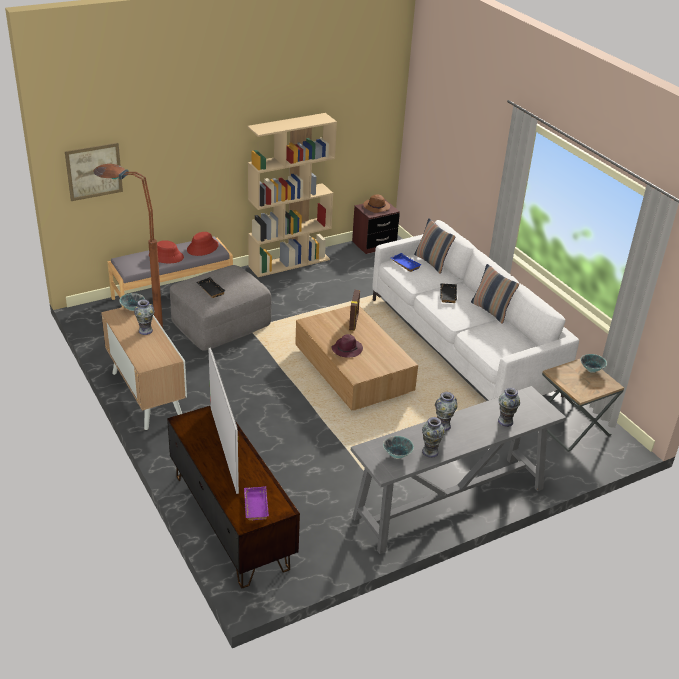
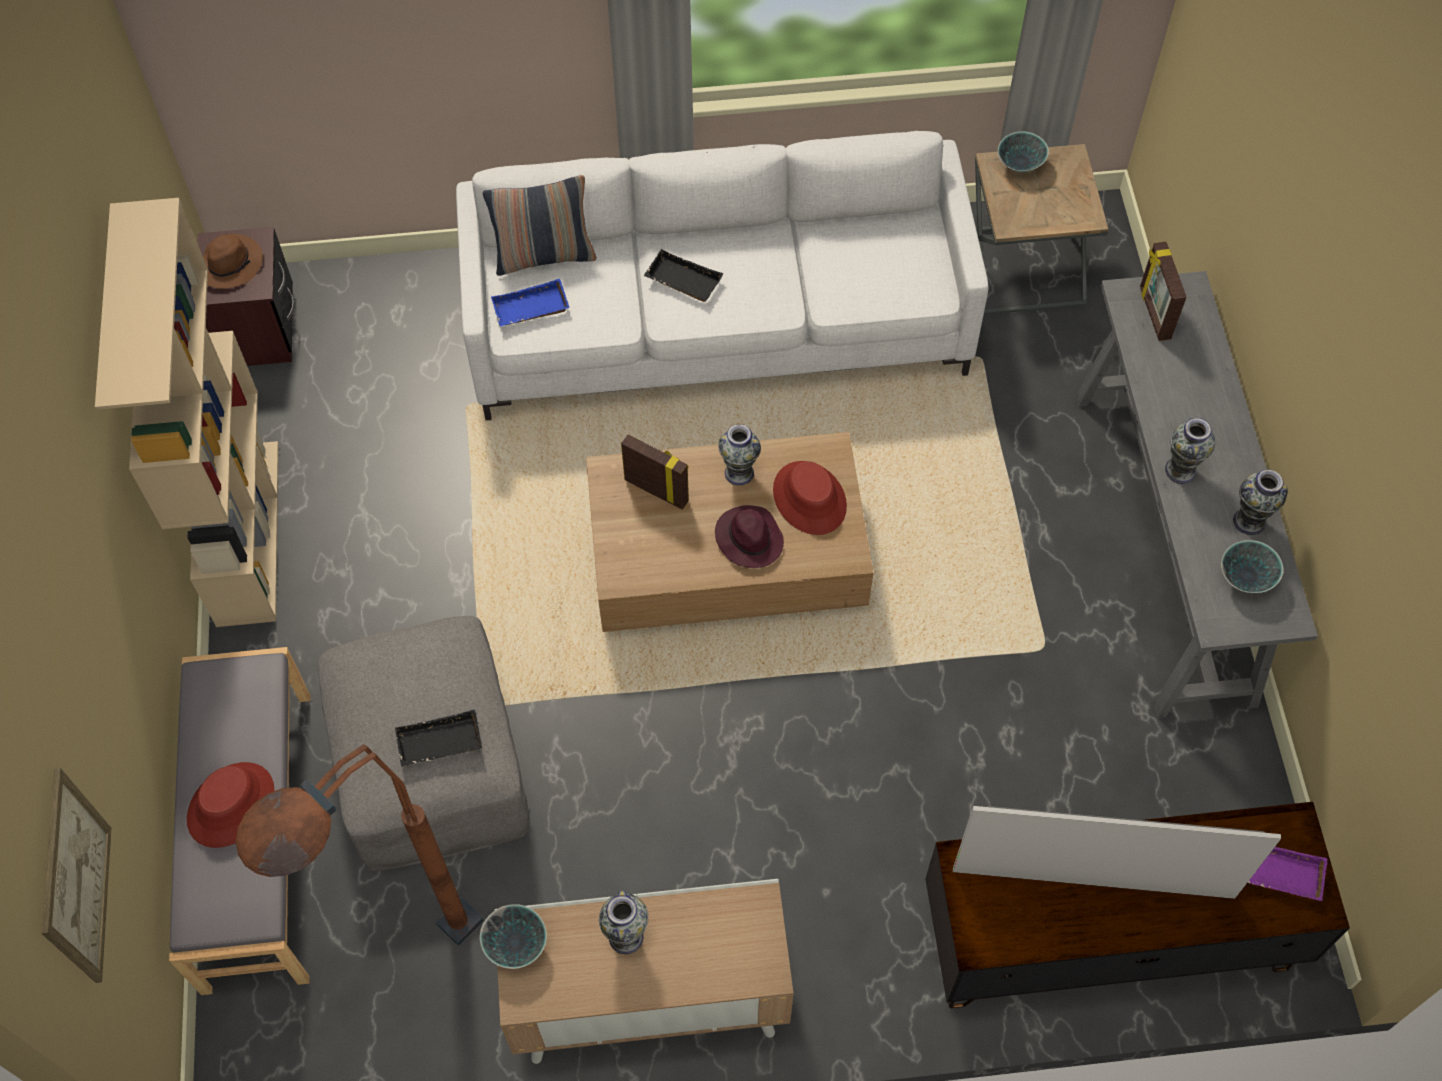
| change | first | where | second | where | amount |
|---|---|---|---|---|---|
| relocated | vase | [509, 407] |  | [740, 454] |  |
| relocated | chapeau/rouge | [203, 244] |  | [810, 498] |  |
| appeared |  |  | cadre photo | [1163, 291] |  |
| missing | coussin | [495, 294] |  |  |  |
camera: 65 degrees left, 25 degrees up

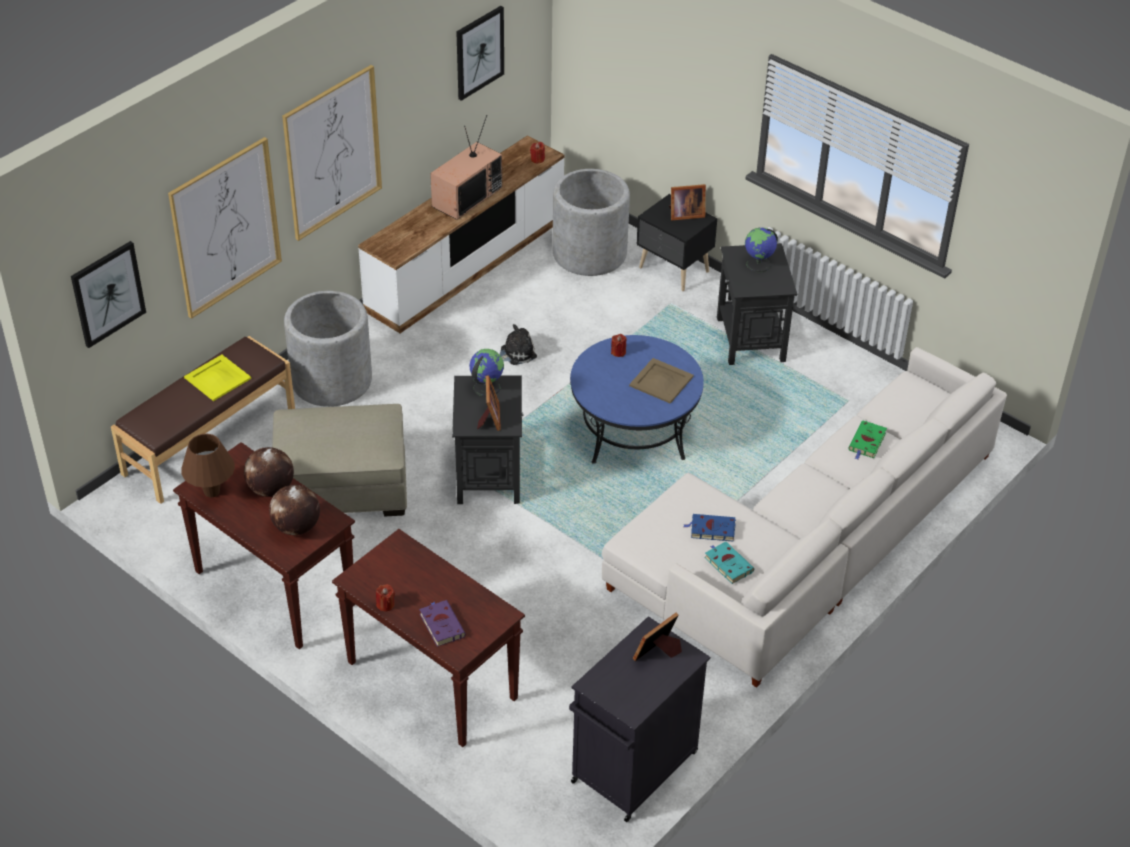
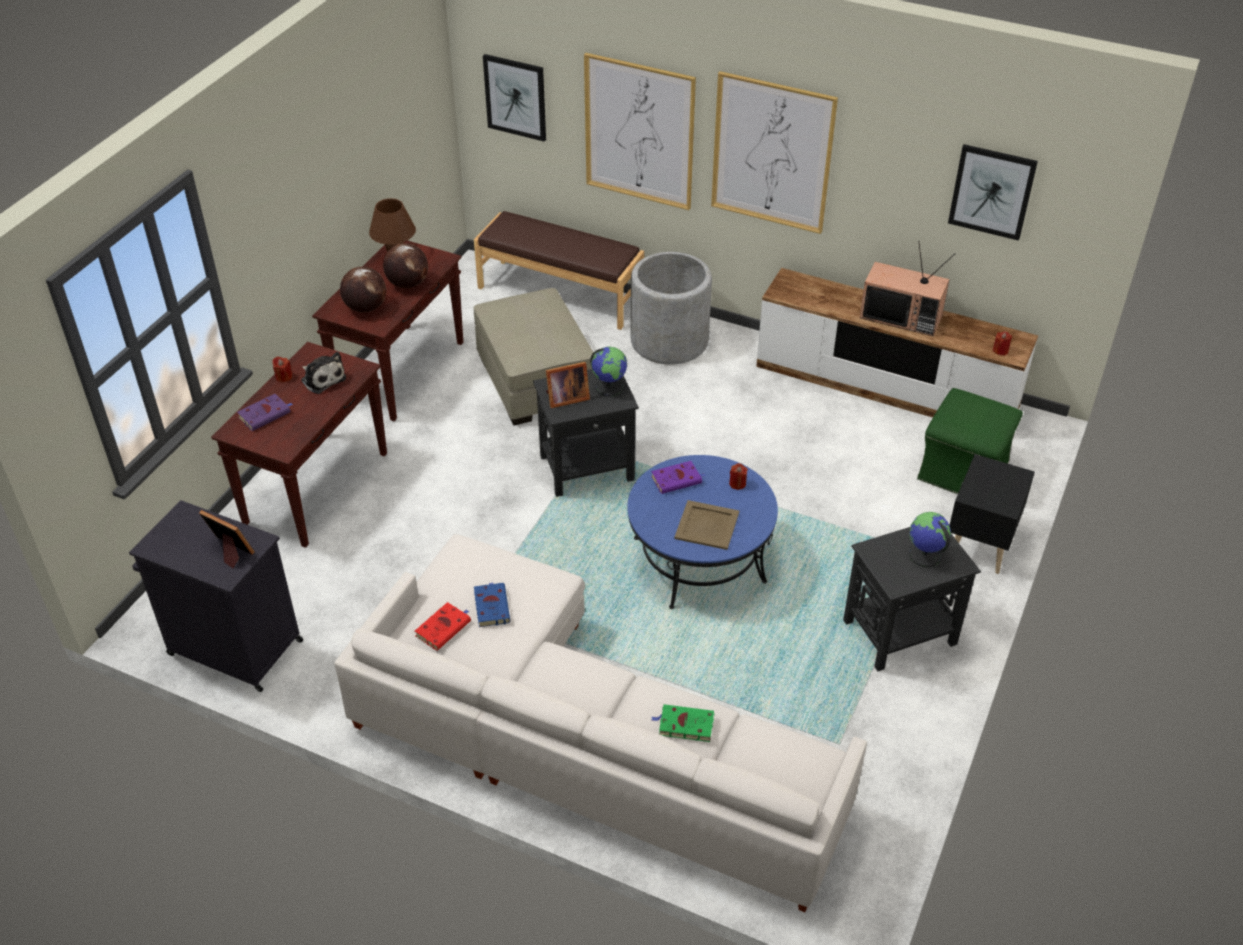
| change | first | where | second | where | amount |
|---|---|---|---|---|---|
| relocated | peluche | [518, 344] |  | [323, 373] |  |
| colour | livre/turquoise | [729, 563] | livre/rouge | [443, 626] |  |
| appeared |  |  | livre/violet | [678, 477] |  |
| exchanged | cache-pot/gris | [591, 222] | pouf/vert | [970, 441] |  |
| missing | plateau/jaune | [217, 378] |  |  |  |
| missing | cadre photo | [687, 202] |  |  |  |
camera: 75 degrees right, 0 degrees up

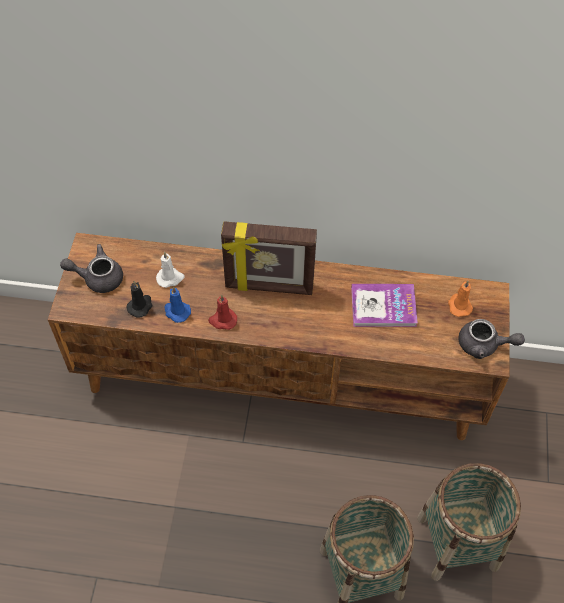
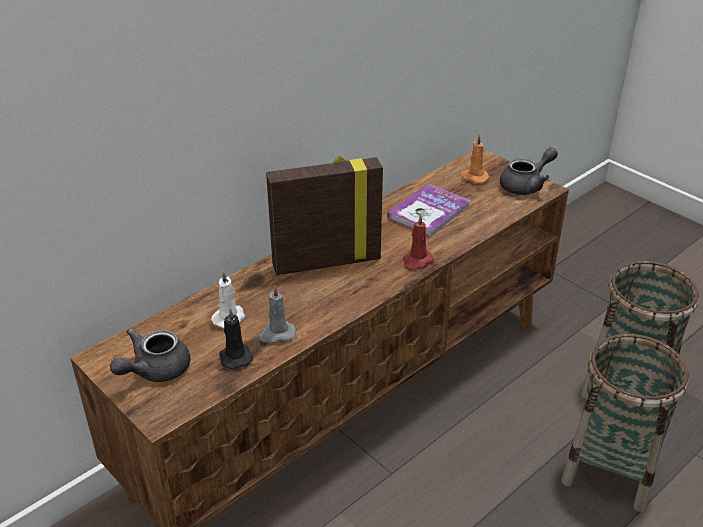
| change | first | where | second | where | amount |
|---|---|---|---|---|---|
| colour | bougie/bleu | [177, 304] | bougie/gris | [277, 314] |  |
| spun | cadre photo | [269, 258] |  | [324, 215] | 150 degrees counterclockwise |
| relocated | bougie/rouge | [222, 312] |  | [418, 242] |  |
camera: 50 degrees left, 20 degrees down

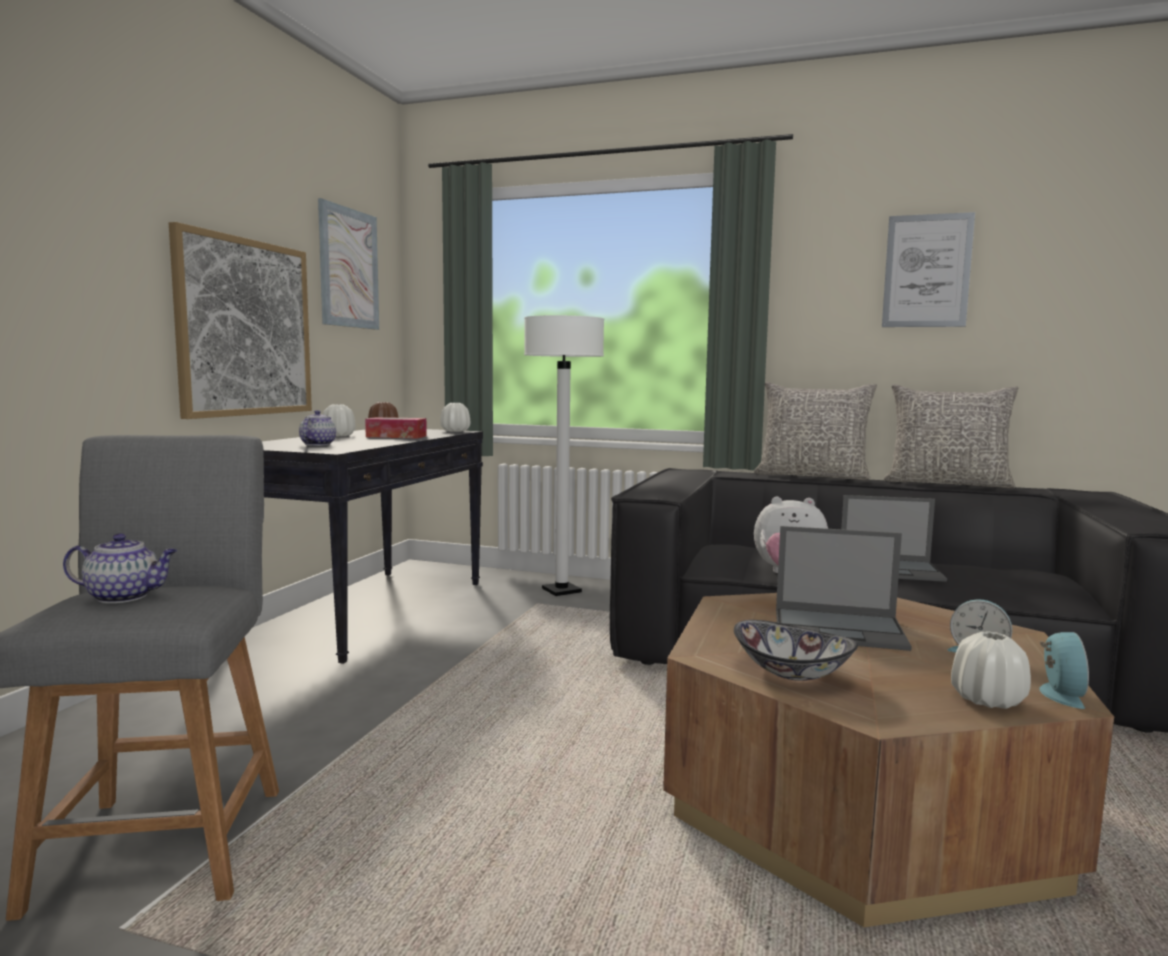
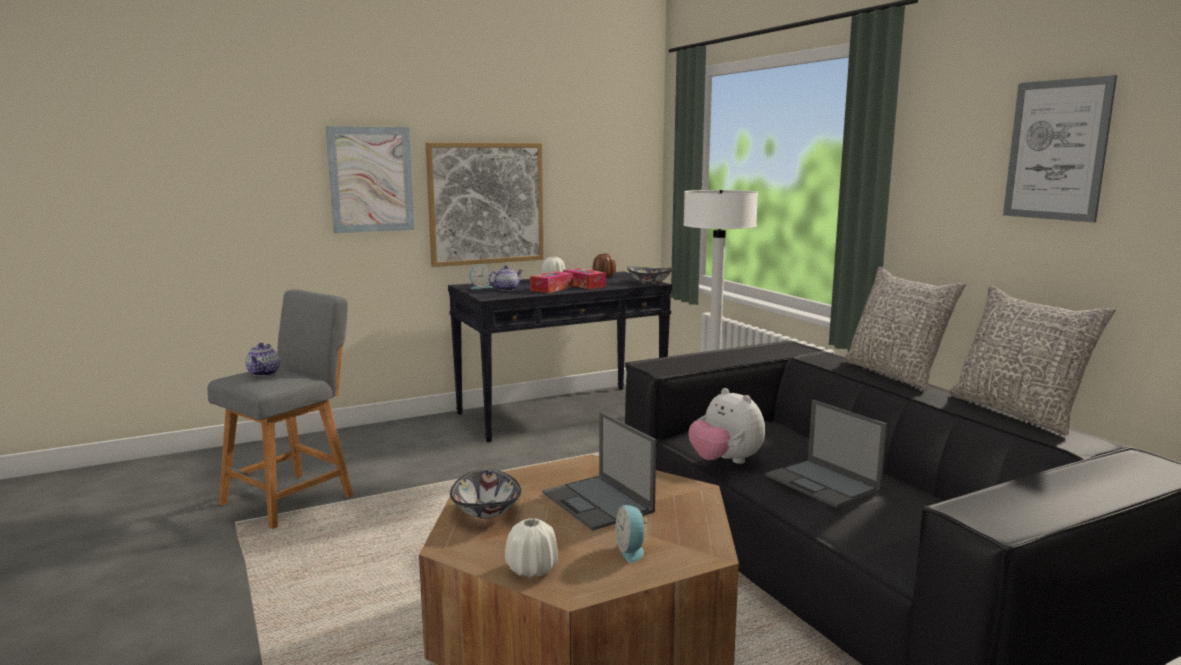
| change | first | where | second | where | amount |
|---|---|---|---|---|---|
| spun | théière | [120, 568] |  | [262, 359] | 45 degrees clockwise |
| relocated | tableau | [348, 264] |  | [370, 179] |  |
| relocated | réveil | [1064, 670] |  | [481, 276] |  |
| appeared |  |  | boîte à mouchoirs | [551, 282] |  |
| exchanged | vase/blanc | [455, 417] | bol | [650, 275] |  |
camera: 45 degrees right, 5 degrees up

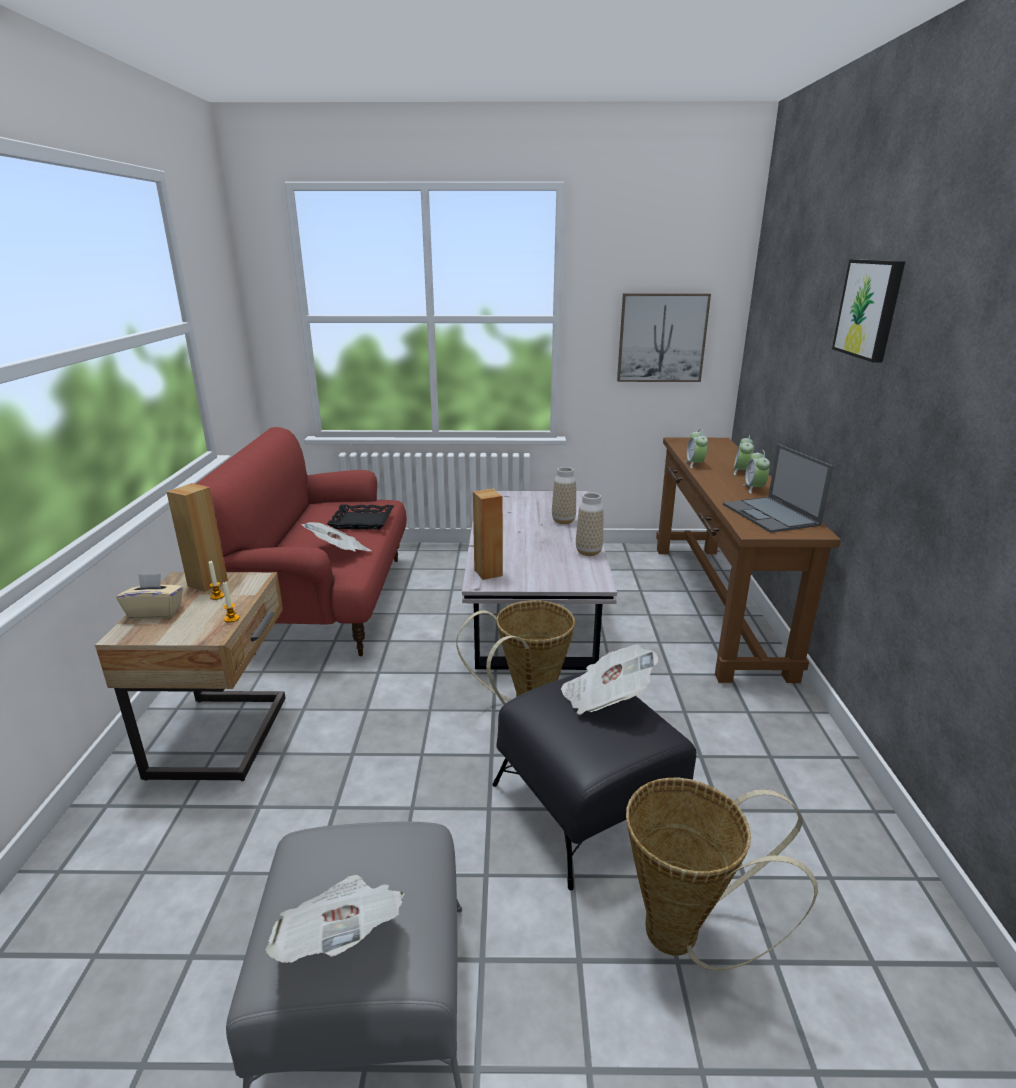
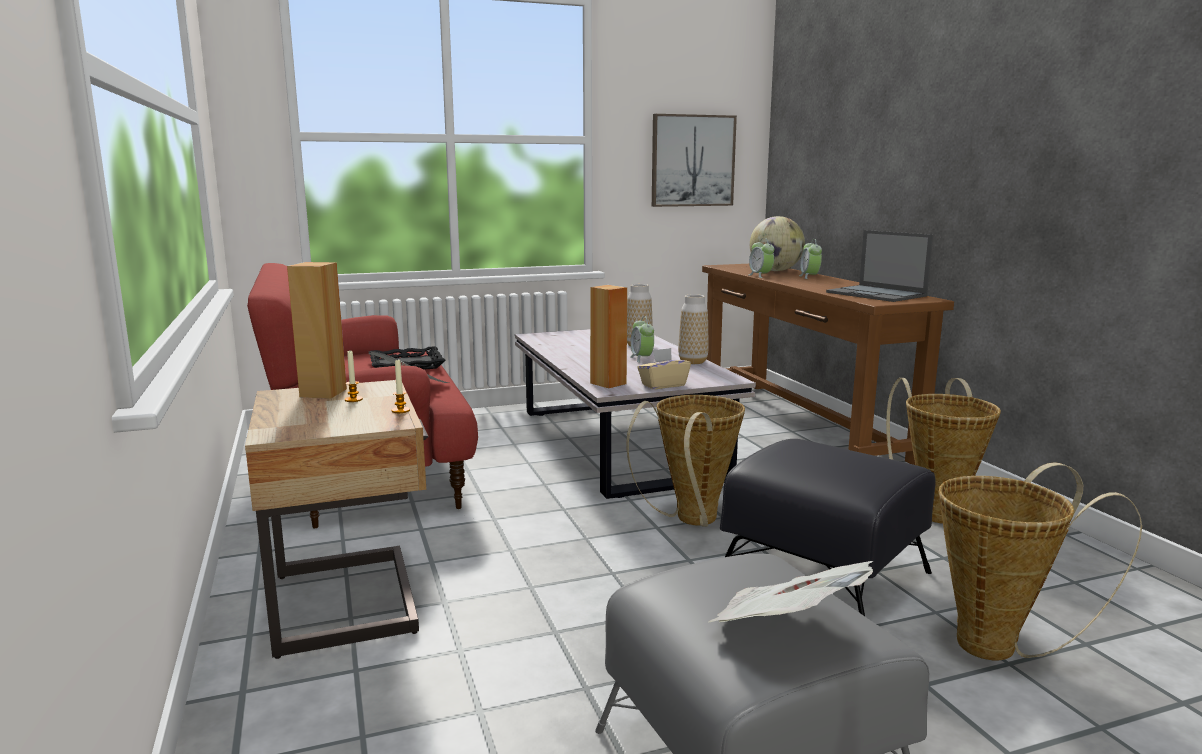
| change | first | where | second | where | amount |
|---|---|---|---|---|---|
| relocated | réveil | [756, 472] |  | [642, 339] |  |
| relocated | boîte à mouchoirs/beige | [149, 596] |  | [664, 368] |  |
| appeared |  |  | globe | [777, 243] |  |
| appeared |  |  | panier | [943, 451] |  |
| missing | journal | [610, 680] |  |  |  |
| missing | tableau | [868, 310] |  |  |  |
camera: 20 degrees left, 10 degrees down

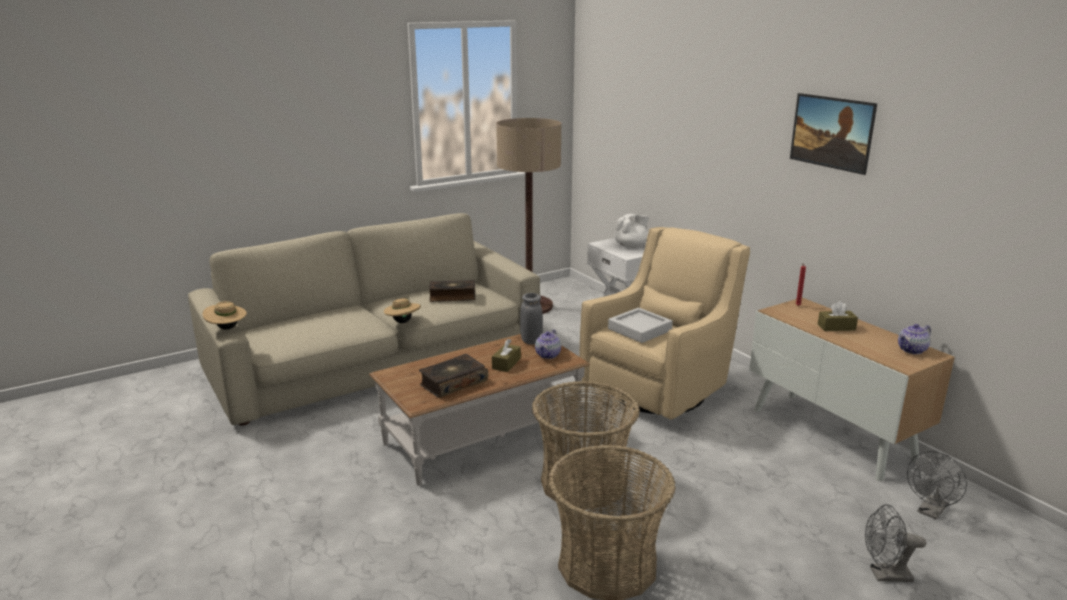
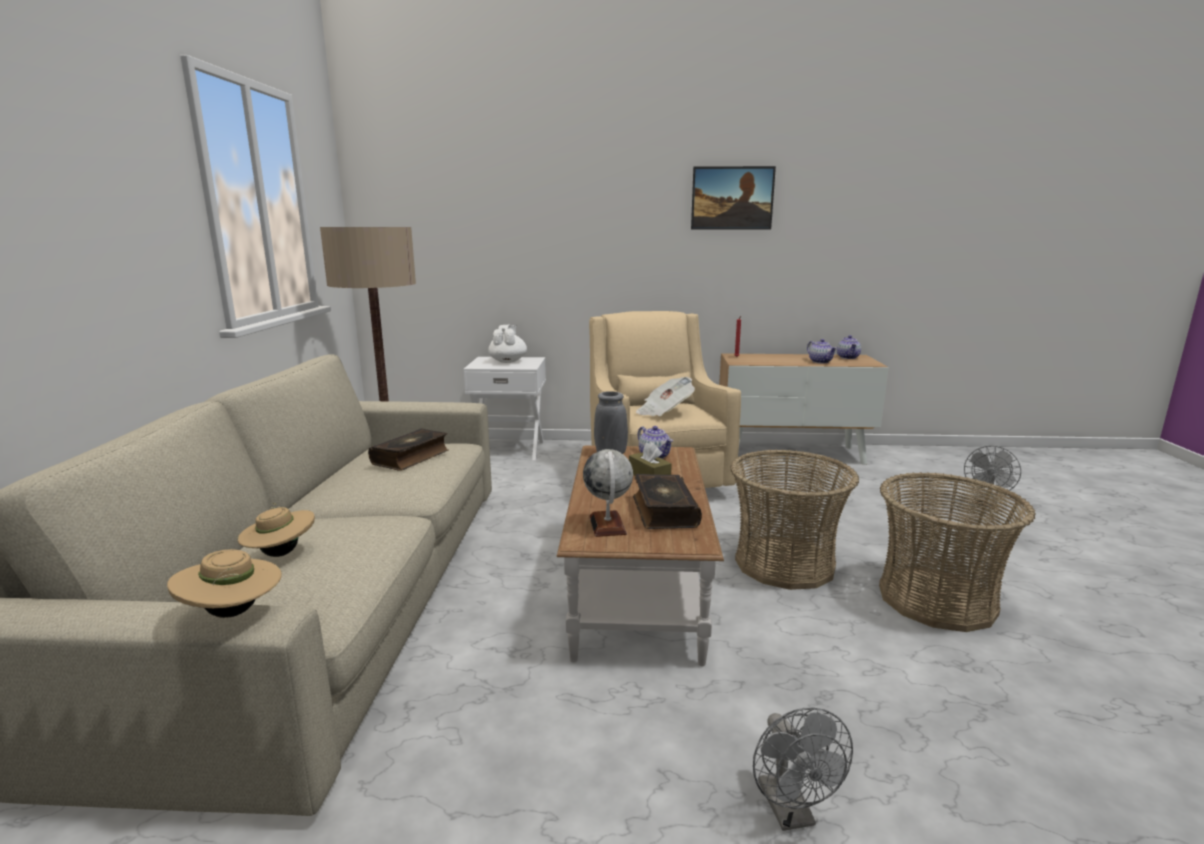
| change | first | where | second | where | amount |
|---|---|---|---|---|---|
| relocated | chapeau/beige | [402, 309] |  | [276, 530] |  |
| appeared |  |  | globe | [608, 493] |  |
| exchanged | plateau/gris | [640, 325] | journal | [665, 396] |  |
| relocated | ventilateur/gris | [937, 485] |  | [803, 769] |  |
| appeared |  |  | théière | [822, 351] |  |
| missing | boîte à mouchoirs/marron | [838, 316] |  |  |  |
camera: 55 degrees left, 5 degrees down

